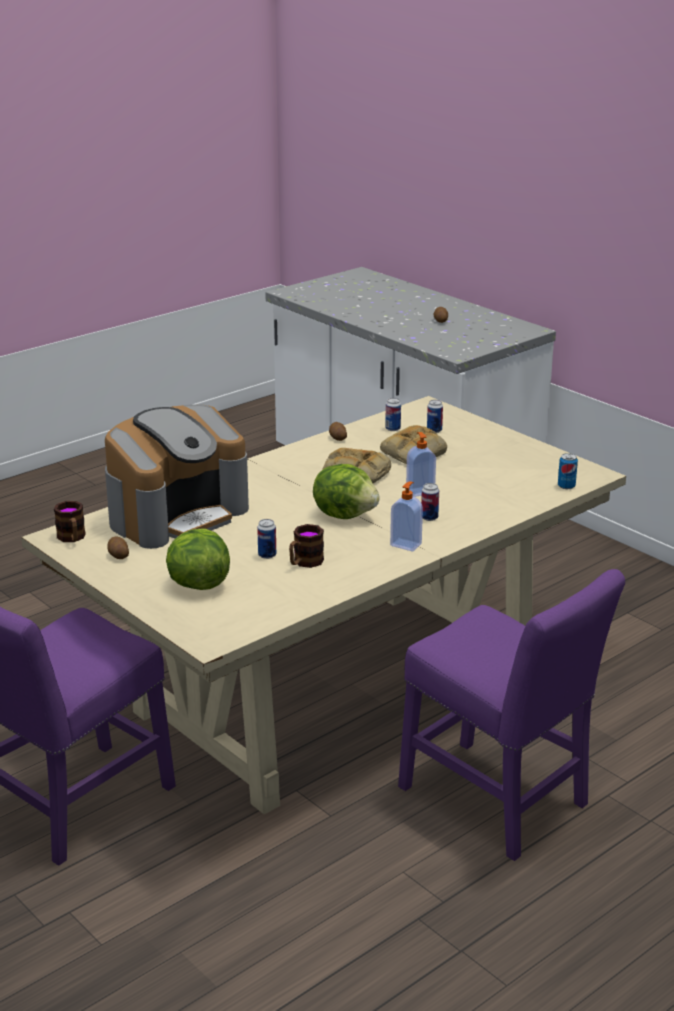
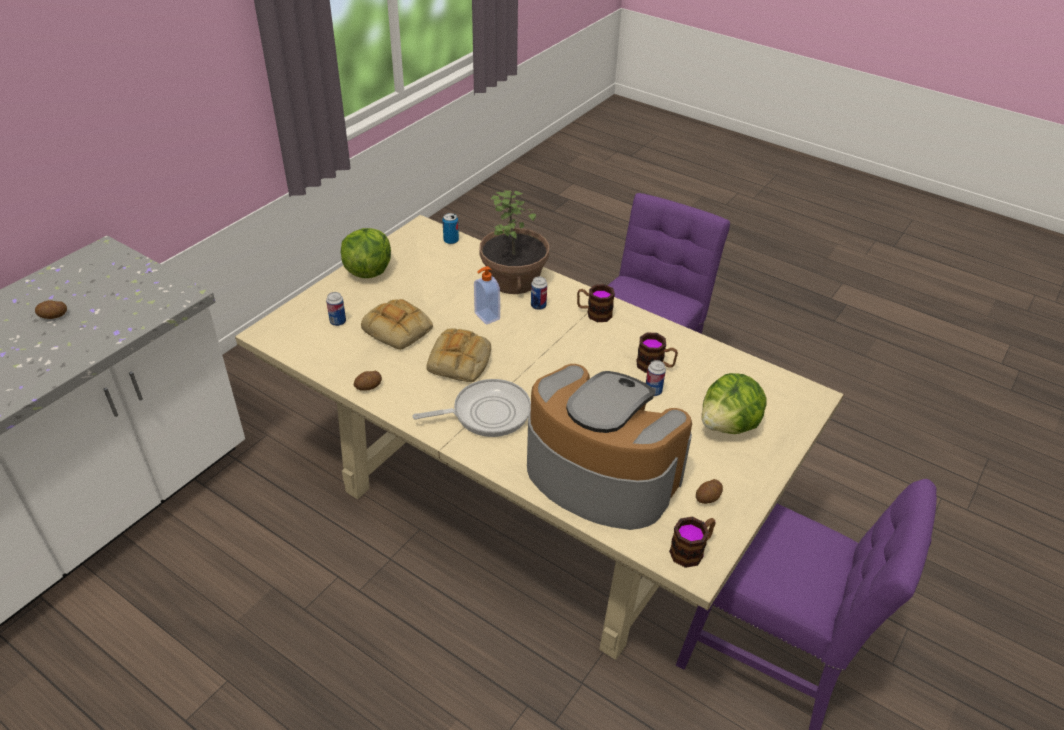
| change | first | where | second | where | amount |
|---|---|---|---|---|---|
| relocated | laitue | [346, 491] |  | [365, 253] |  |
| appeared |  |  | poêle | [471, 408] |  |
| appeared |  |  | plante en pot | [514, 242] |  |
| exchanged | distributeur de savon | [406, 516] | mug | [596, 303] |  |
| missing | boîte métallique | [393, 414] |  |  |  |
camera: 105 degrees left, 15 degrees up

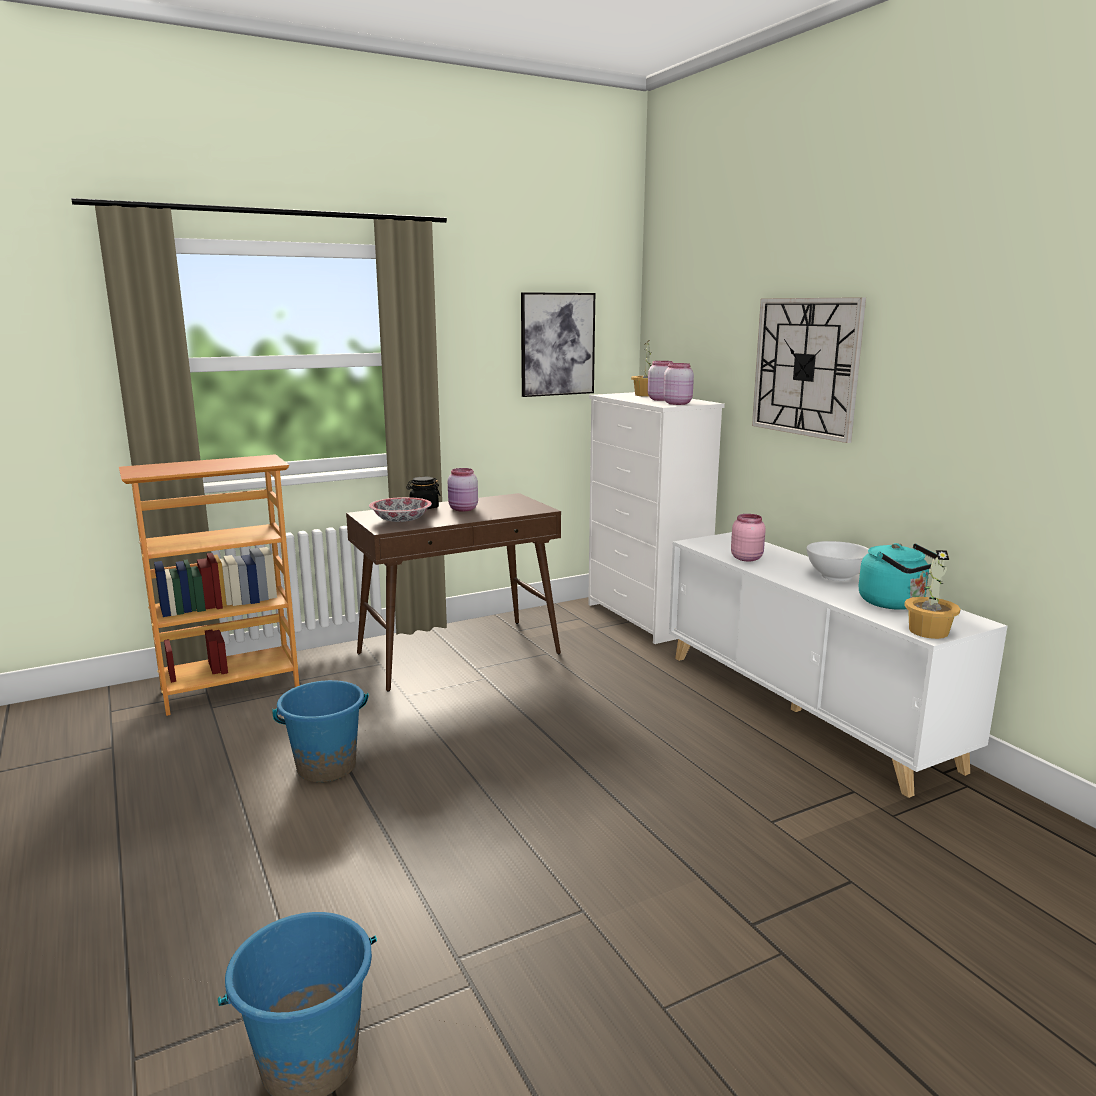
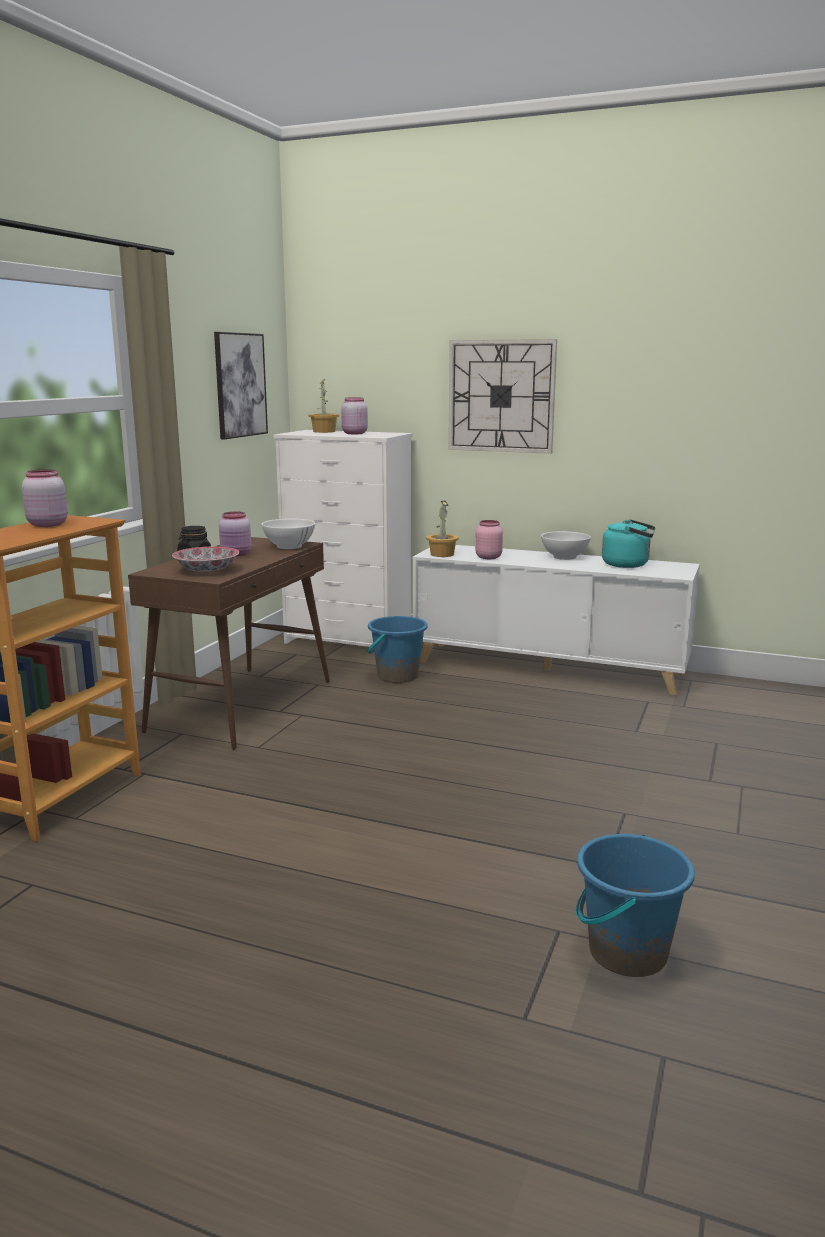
| change | first | where | second | where | amount |
|---|---|---|---|---|---|
| relocated | bocal/rose | [678, 384] |  | [45, 498] |  |
| appeared |  |  | bol/blanc | [288, 534] |  |
| relocated | seau/bleu | [320, 731] |  | [397, 649] |  |
| relocated | plante en pot | [932, 594] |  | [442, 528] |  |
camera: 40 degrees left, 0 degrees up

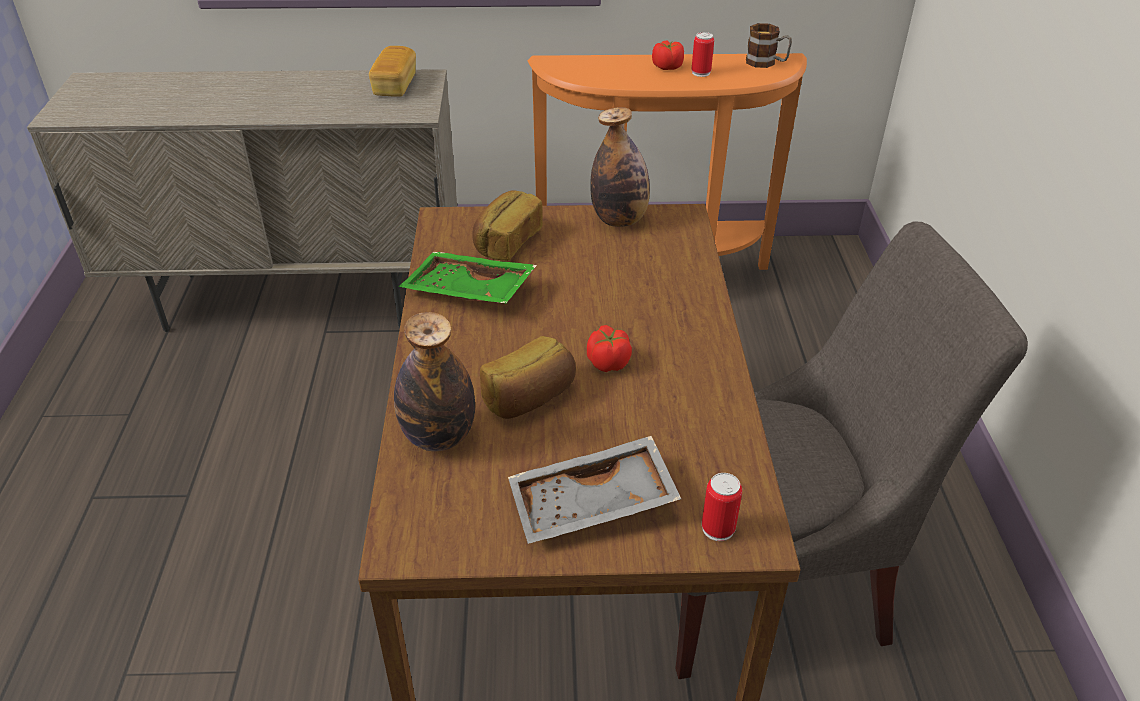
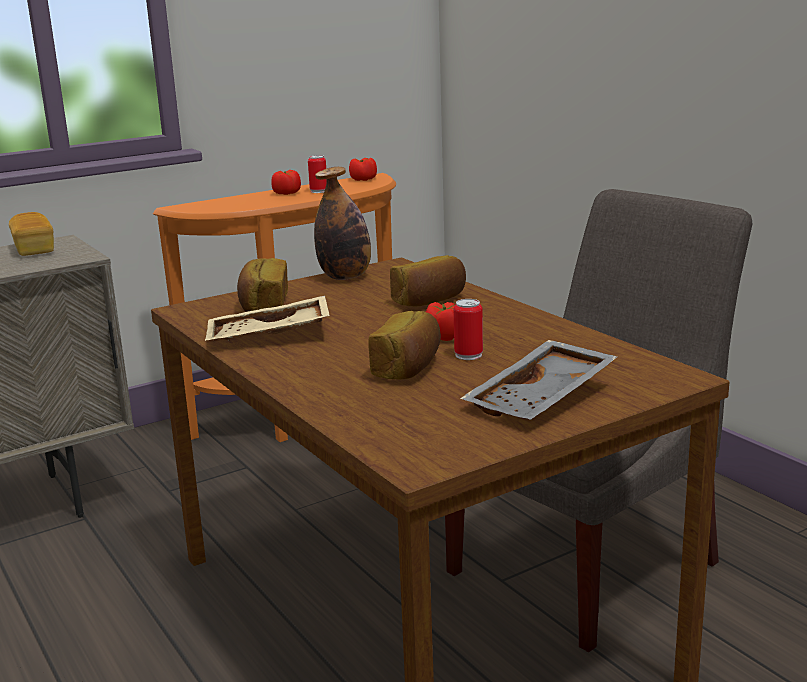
| change | first | where | second | where | amount |
|---|---|---|---|---|---|
| colour | plateau/vert | [467, 278] | plateau/beige | [267, 318] |  |
| exchanged | mug | [769, 45] | tomate | [363, 169] |  |
| appeared |  |  | pain | [428, 281] |  |
| relocated | boîte métallique | [722, 507] |  | [468, 329] |  |
| missing | bouteille | [434, 381] |  |  |  |
camera: 30 degrees left, 20 degrees down

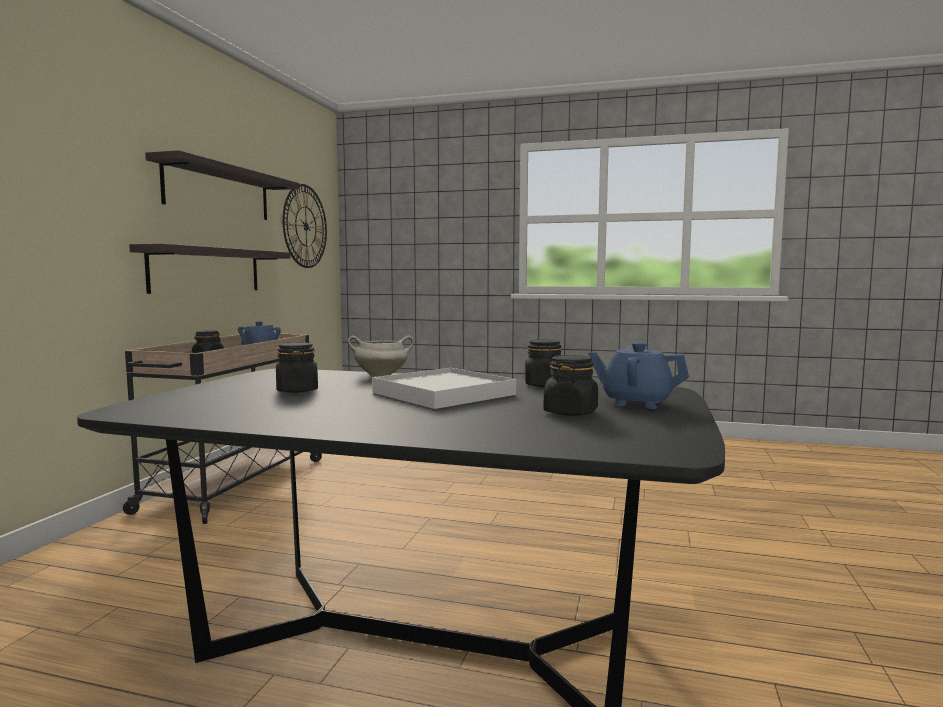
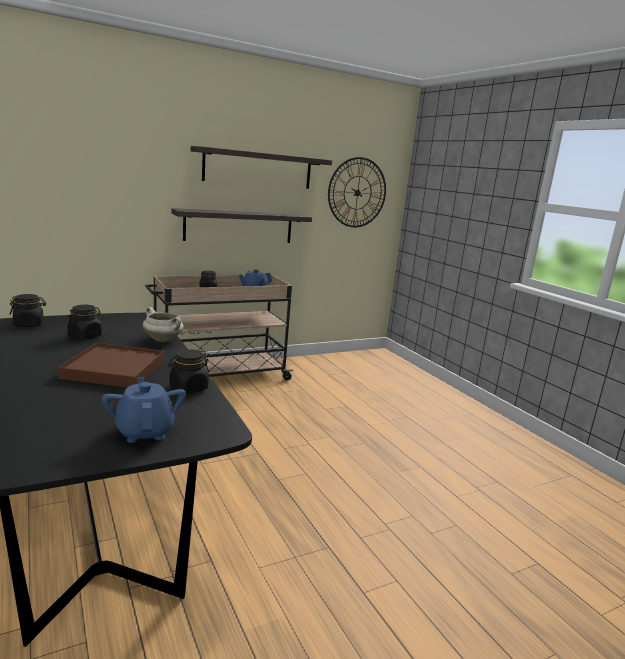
| change | first | where | second | where | amount |
|---|---|---|---|---|---|
| relocated | bocal/noir | [570, 385] |  | [28, 310] |  |
| colour | plateau/blanc | [444, 388] | plateau/marron | [111, 365] |  |
camera: 45 degrees right, 10 degrees up

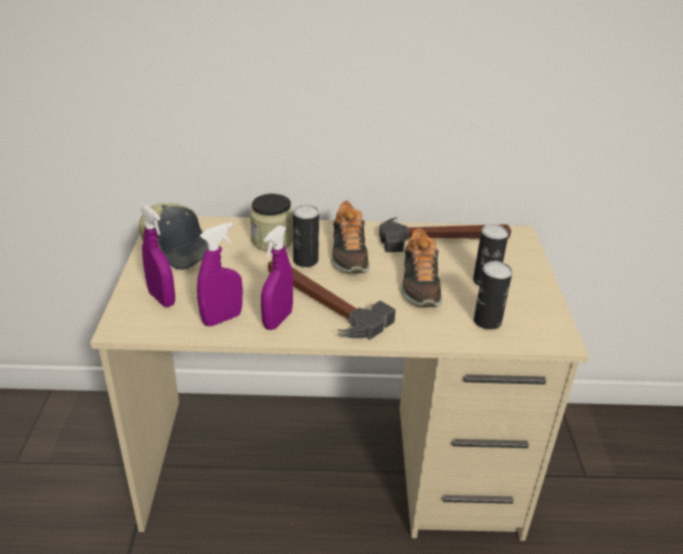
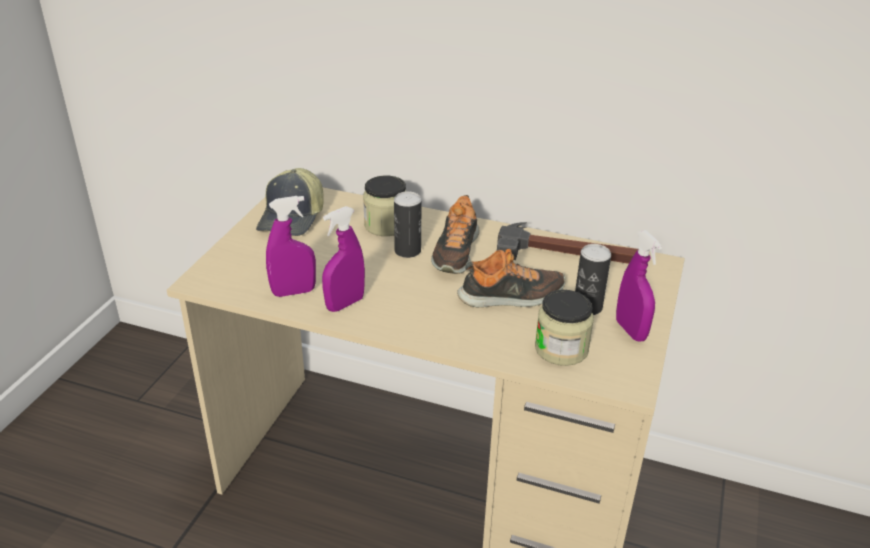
| change | first | where | second | where | amount |
|---|---|---|---|---|---|
| spun | casquette | [173, 236] |  | [290, 202] | 45 degrees clockwise |
| spun | chaussure | [421, 267] |  | [511, 278] | 120 degrees counterclockwise |
| exchanged | boîte métallique | [493, 295] | bocal | [564, 328] |  |
| relocated | vaporisateur/violet | [157, 256] |  | [639, 286] |  |
| missing | marteau | [332, 300] |  |  |  |
camera: 20 degrees right, 0 degrees up

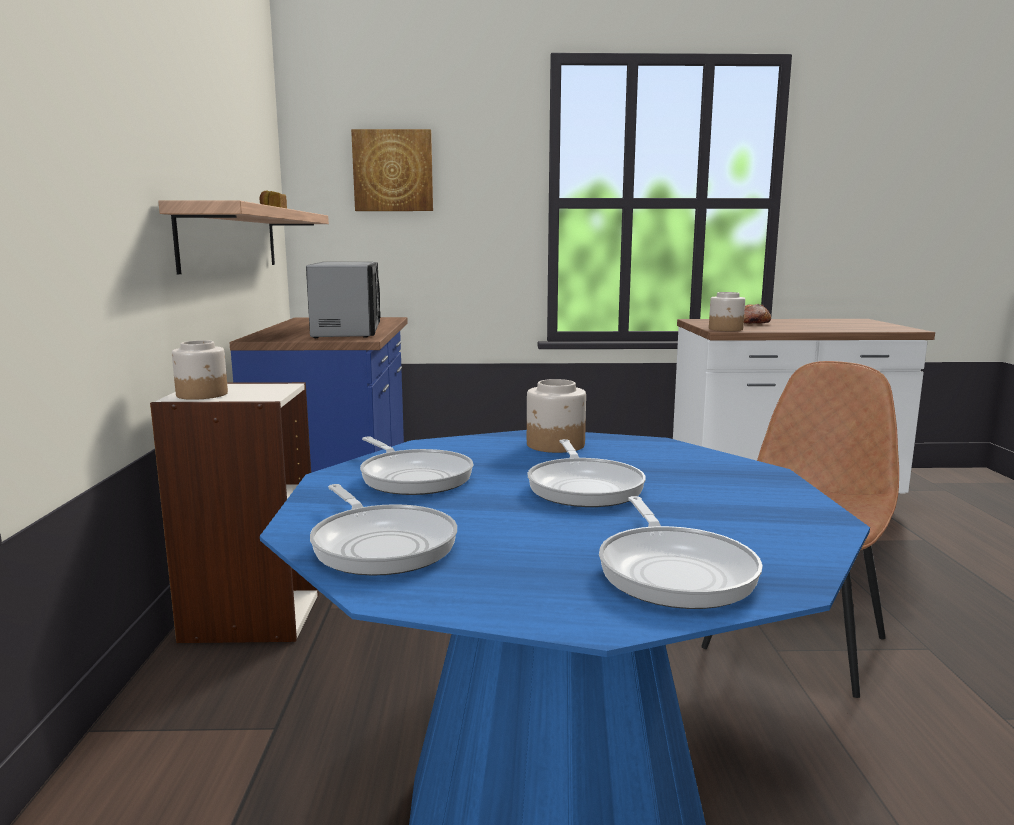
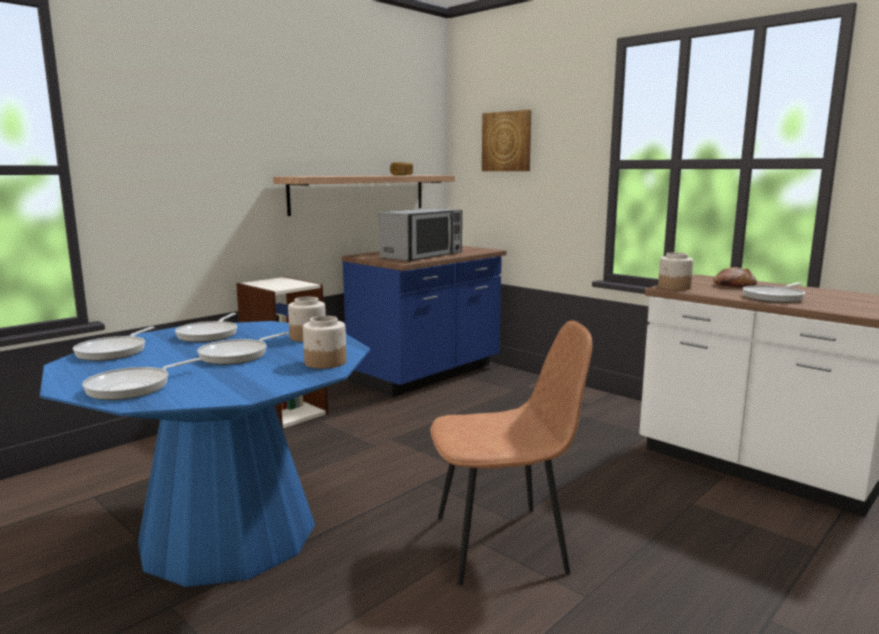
| change | first | where | second | where | amount |
|---|---|---|---|---|---|
| relocated | bocal | [200, 370] |  | [325, 342] |  |
| appeared |  |  | poêle | [774, 292] |  |
camera: 45 degrees right, 0 degrees up

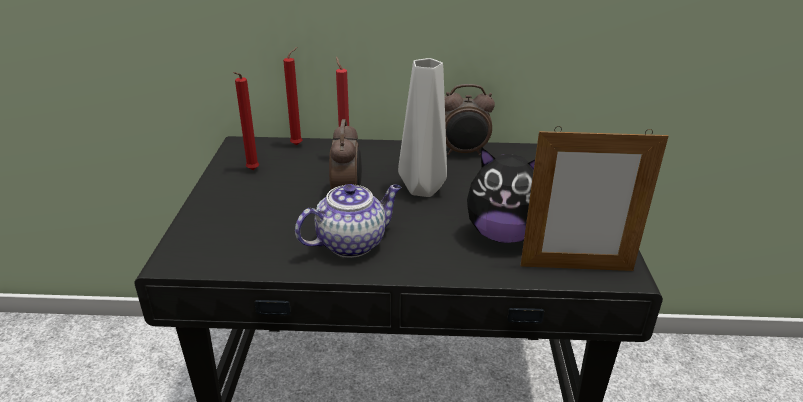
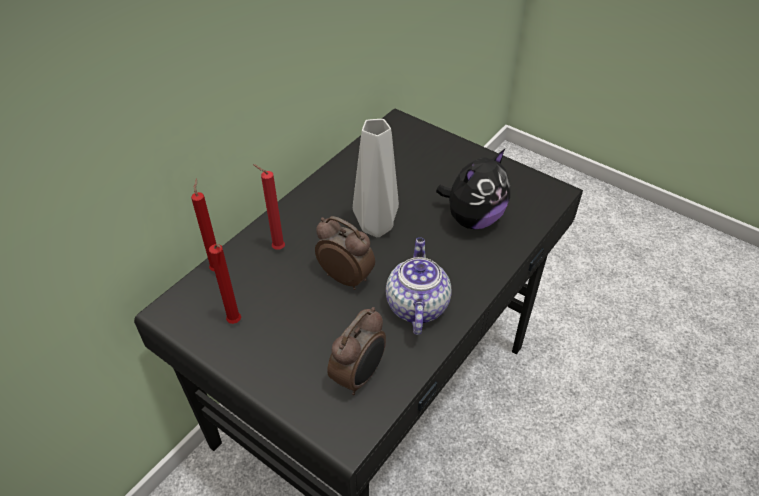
| change | first | where | second | where | amount |
|---|---|---|---|---|---|
| relocated | réveil | [470, 119] |  | [356, 351] |  |
| missing | cadre photo | [594, 198] |  |  |  |
camera: 55 degrees left, 15 degrees up

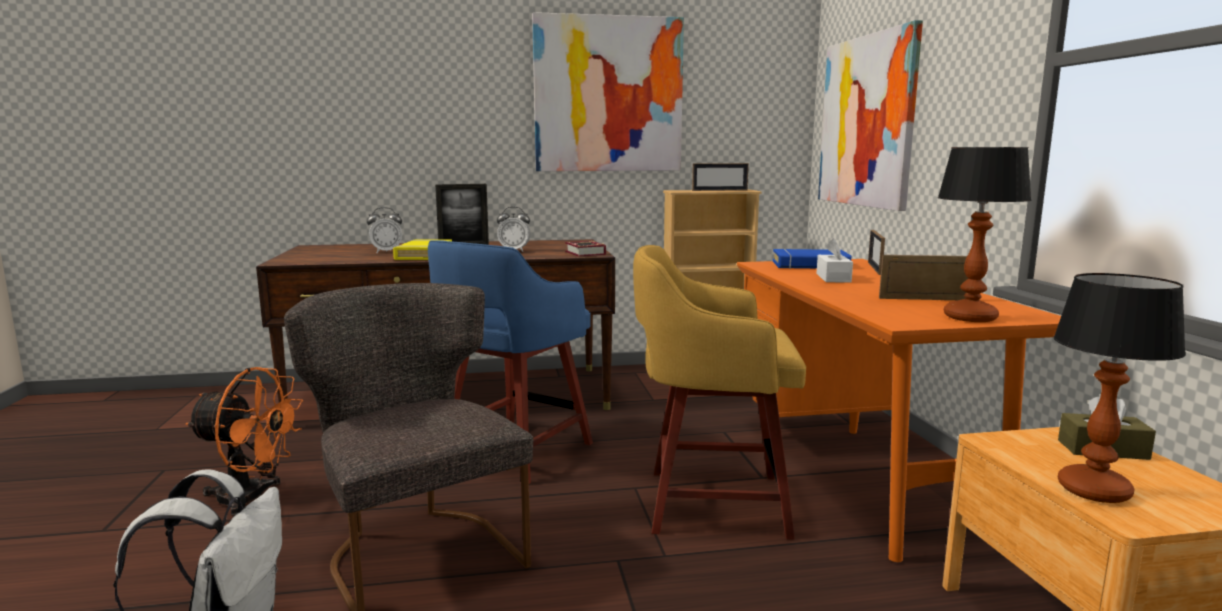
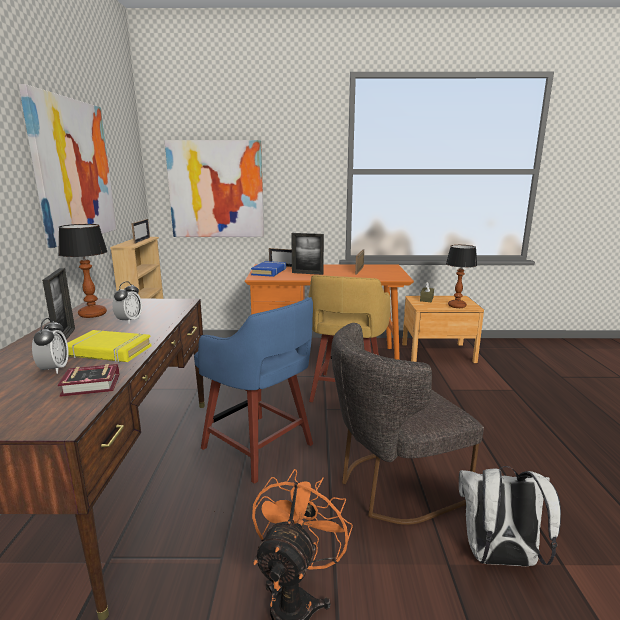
| change | first | where | second | where | amount |
|---|---|---|---|---|---|
| relocated | lampe de table | [985, 234] |  | [83, 271] |  |
| relocated | livre | [585, 249] |  | [89, 380] |  |
| exchanged | boîte à mouchoirs/blanc | [835, 260] | cadre photo | [307, 254] |  |
camera: 80 degrees left, 5 degrees up

